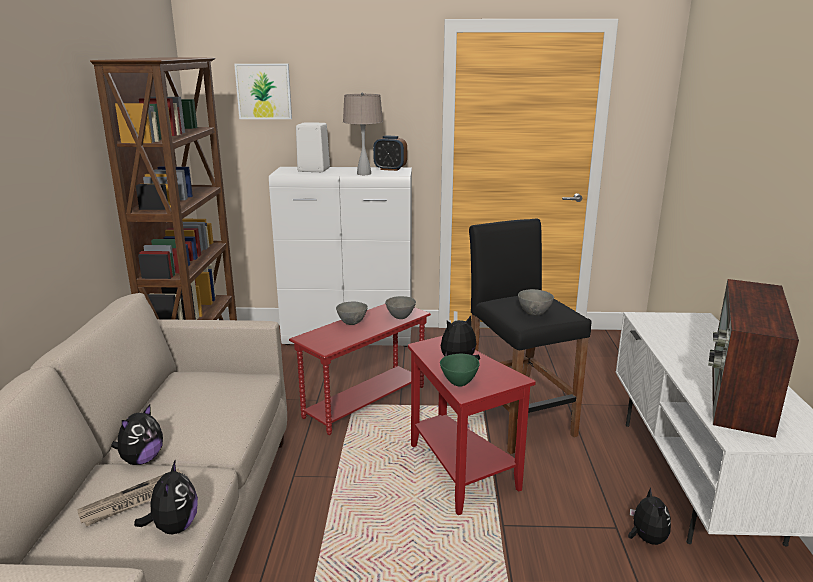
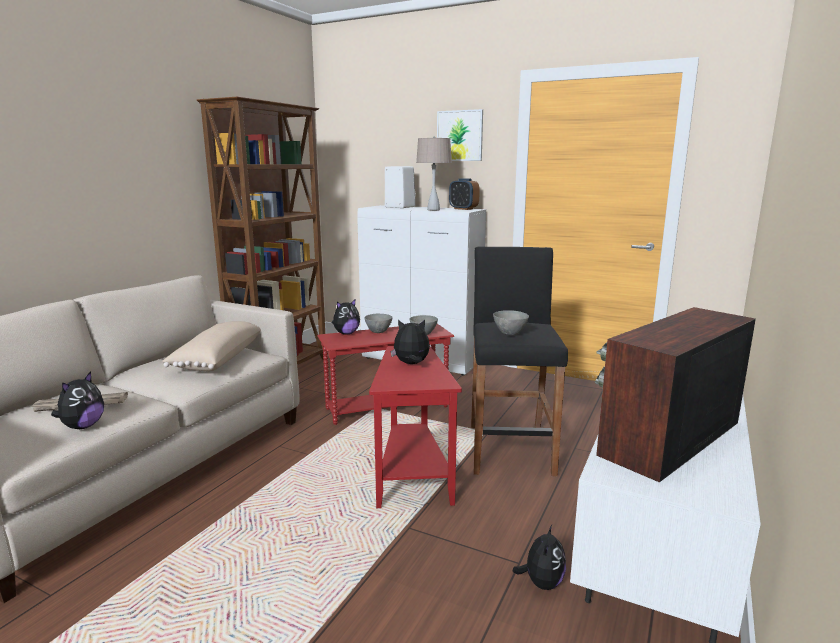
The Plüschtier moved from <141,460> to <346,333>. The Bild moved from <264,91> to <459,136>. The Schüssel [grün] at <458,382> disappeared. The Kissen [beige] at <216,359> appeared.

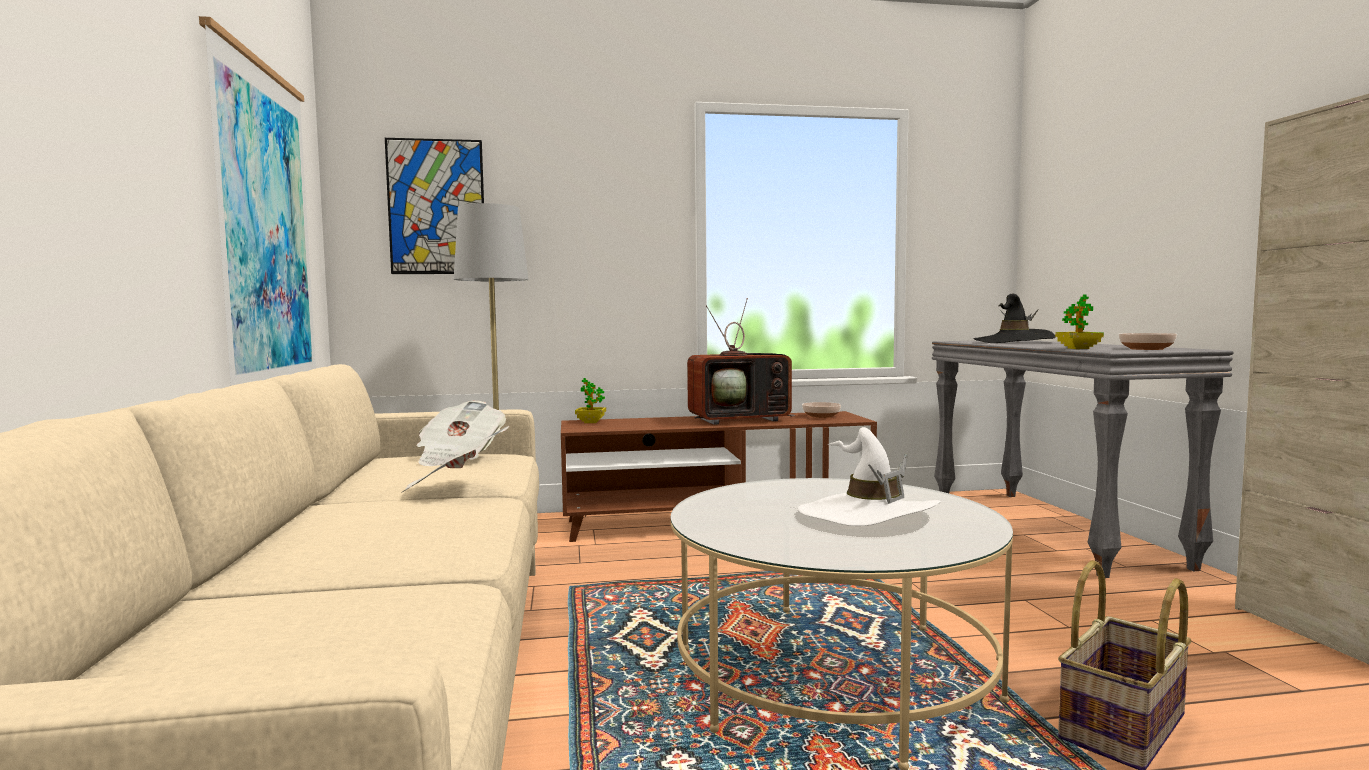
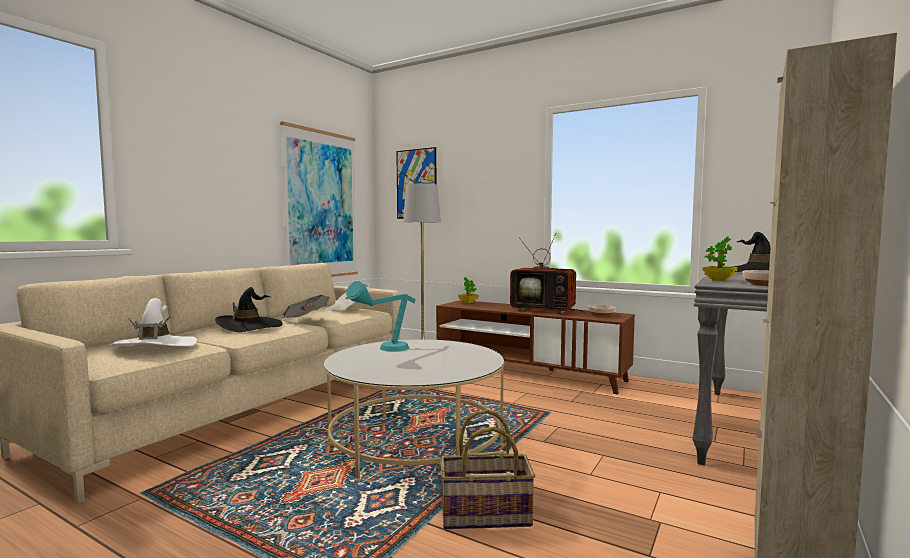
The Hut [weiß] moved from <867,515> to <155,346>. The Hut [schwarz] at <249,326> appeared. The Tischlampe [türkis] at <384,351> appeared.

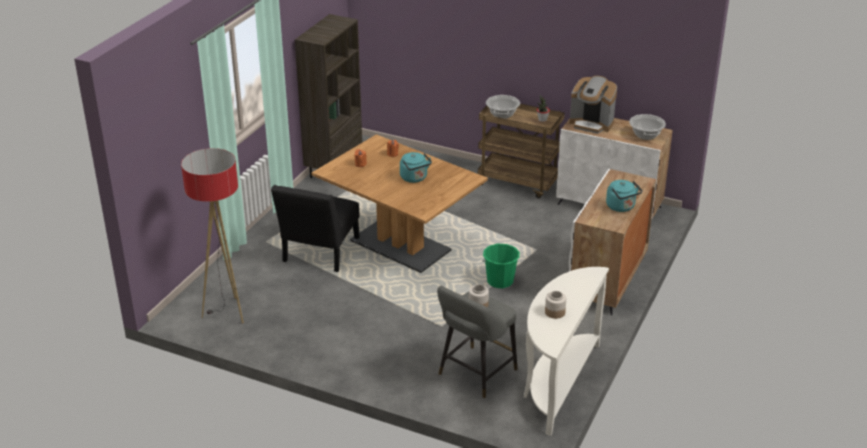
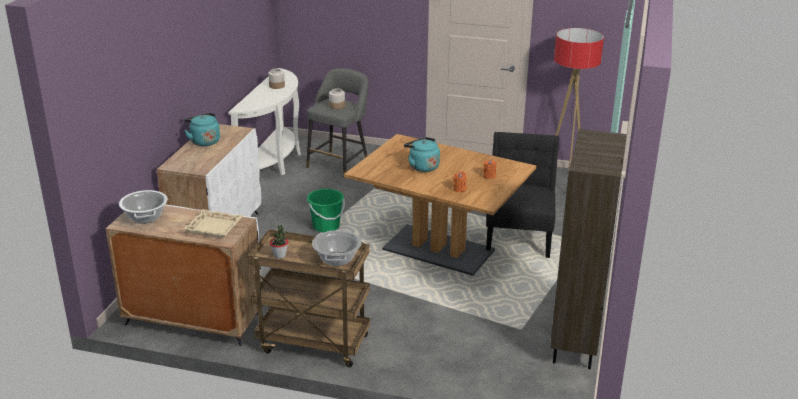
The Kaffeemaschine at <591,124> was replaced by the Tablett [beige] at <213,227>.

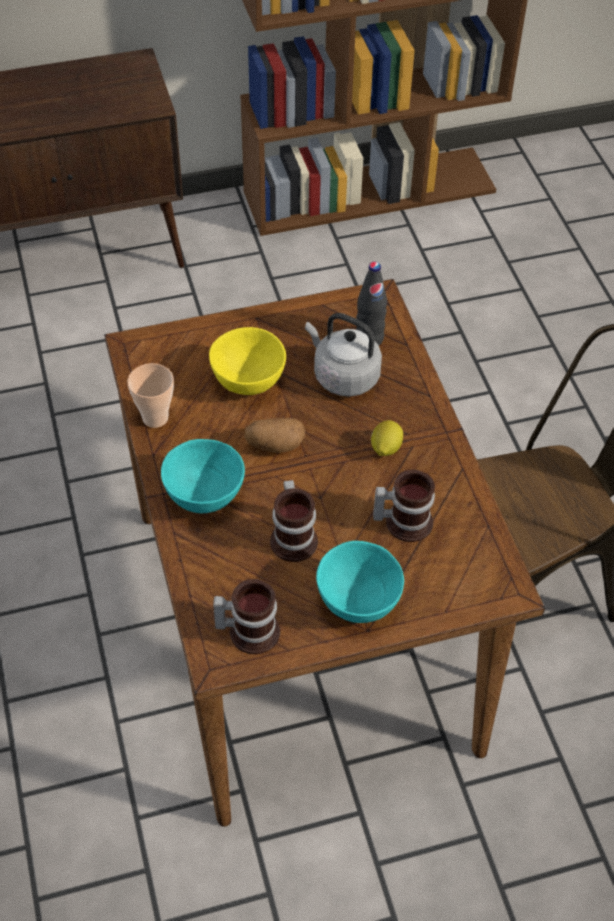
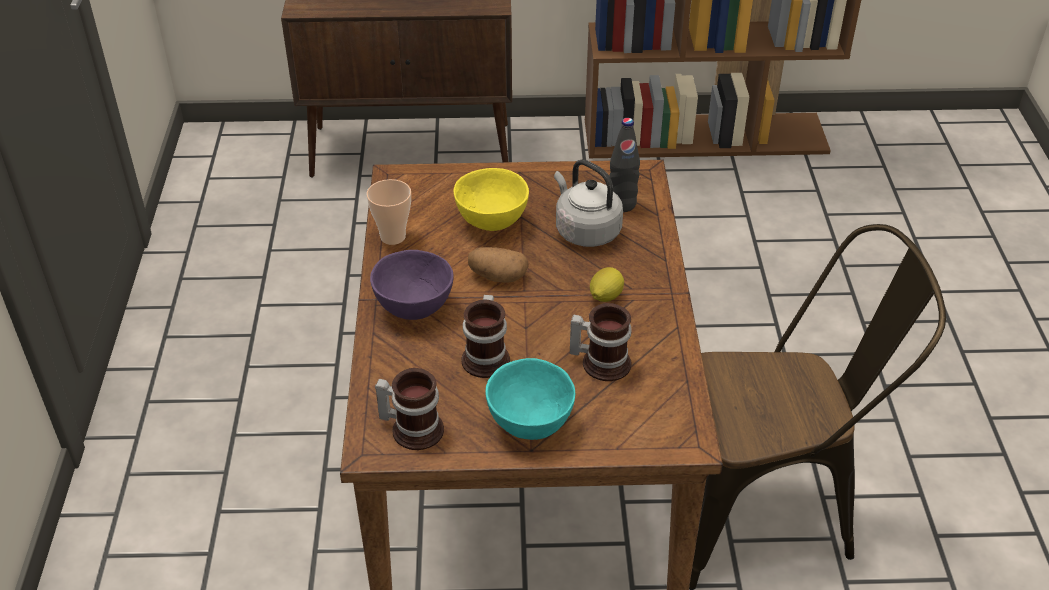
The Schüssel [türkis] at <203,496> became the Schüssel [lila] at <413,307>.

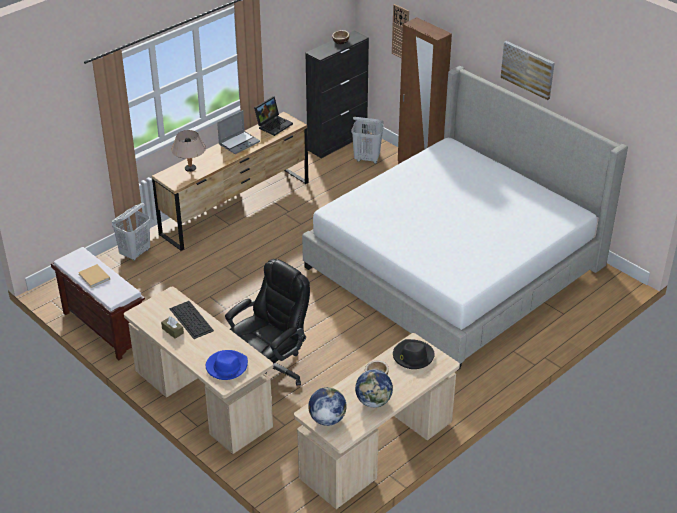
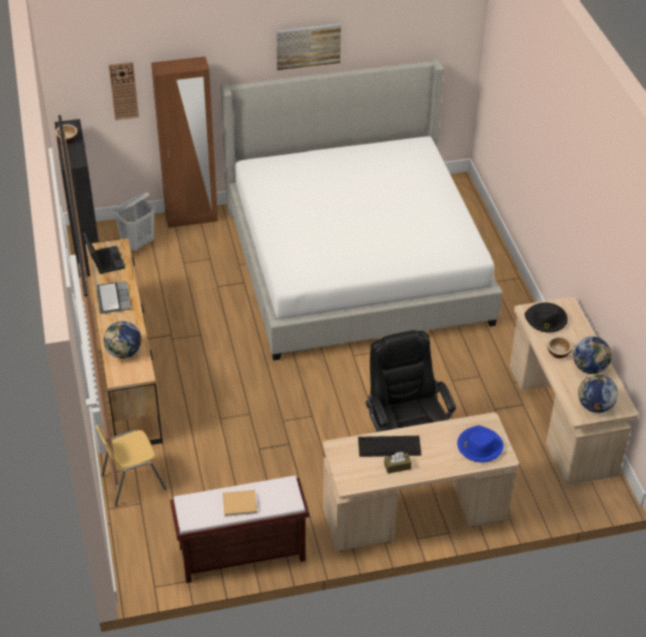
The Wäschekorb [weiß] at <135,253> was replaced by the Stuhl [gelb] at <132,482>. The Tischlampe [beige] at <190,168> was replaced by the Globus at <124,353>.

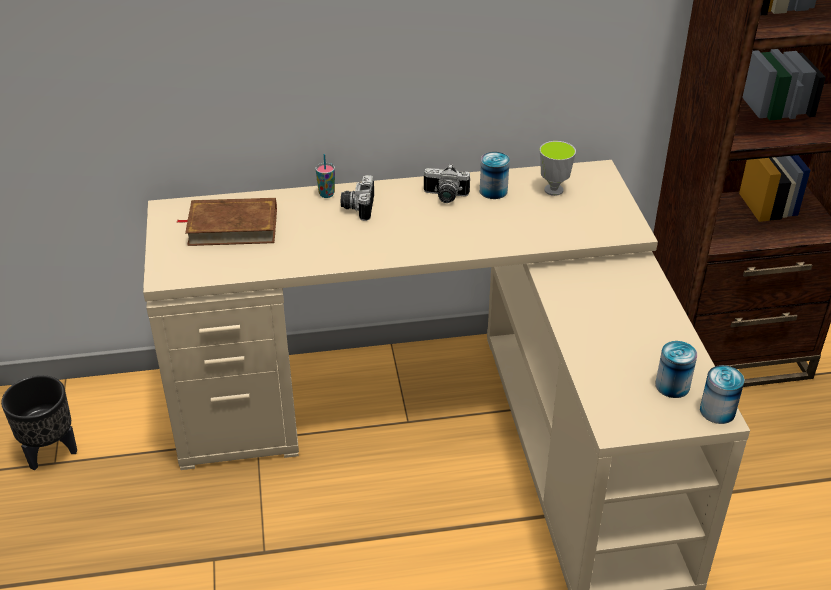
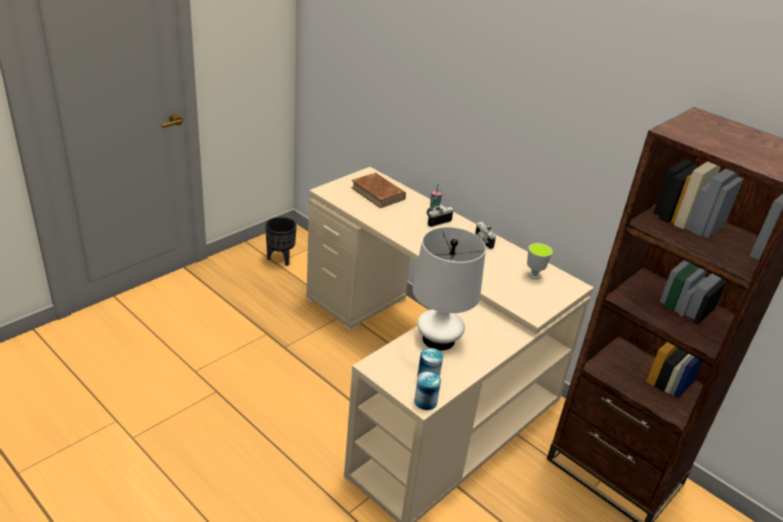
The Dose at <493,191> disappeared. The Tischlampe [weiß] at <438,339> appeared.

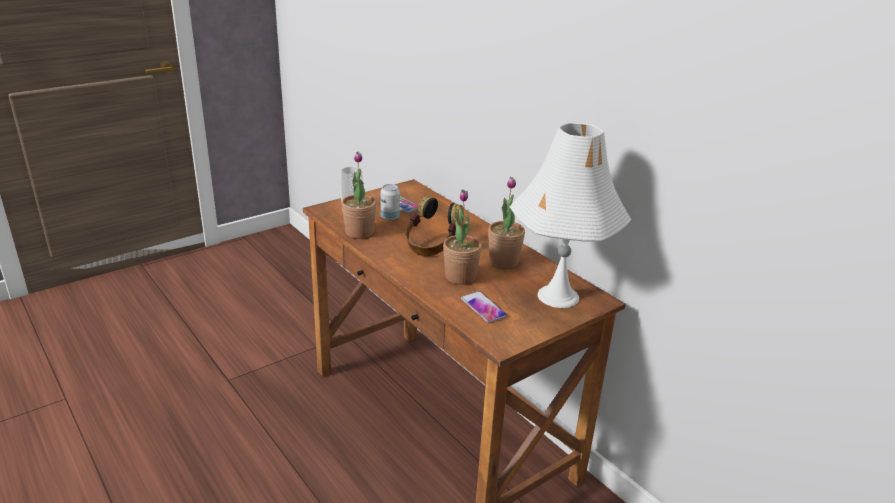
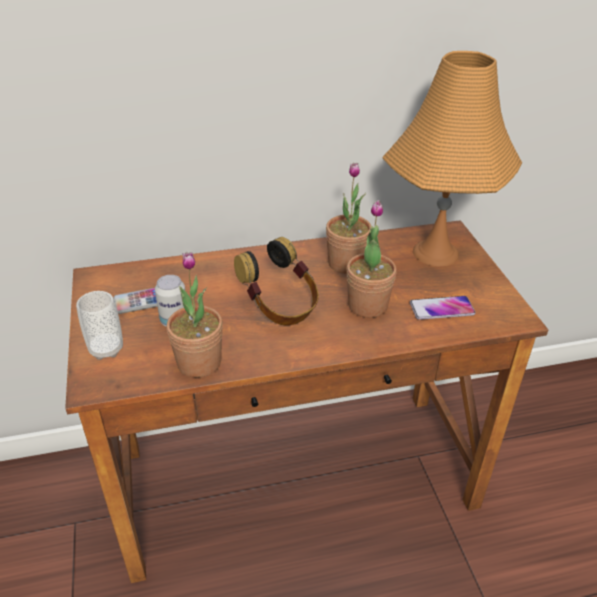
The Tischlampe [weiß] at <557,296> became the Tischlampe [orange] at <435,253>.

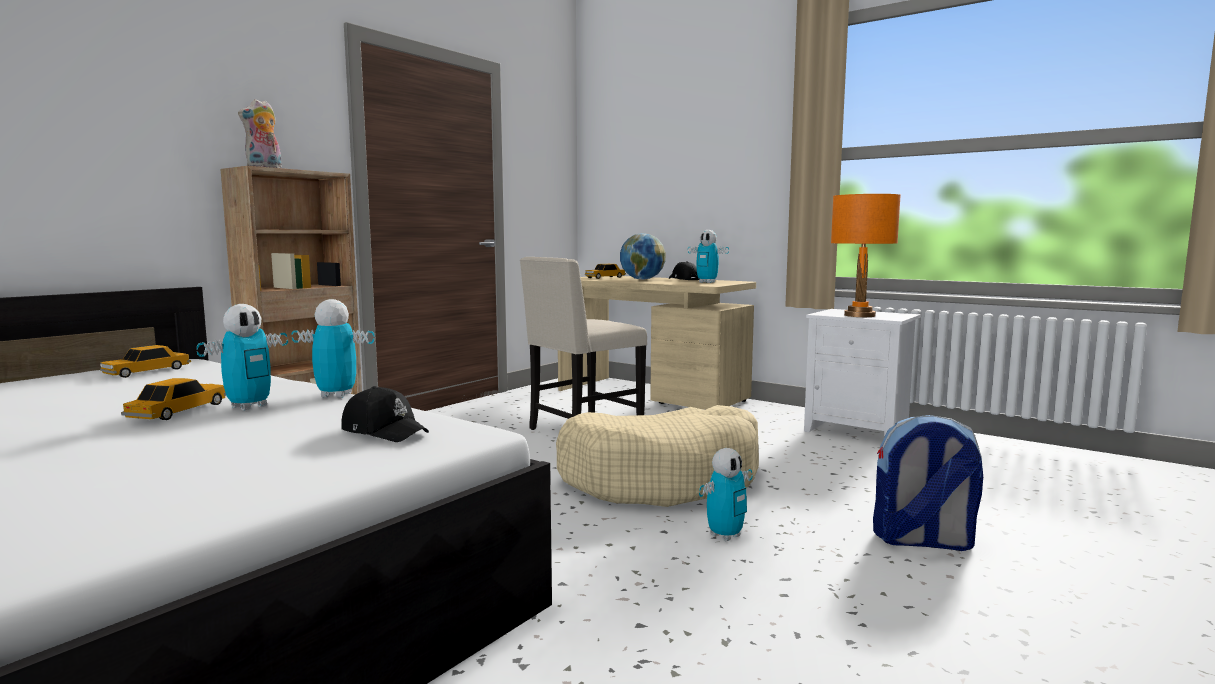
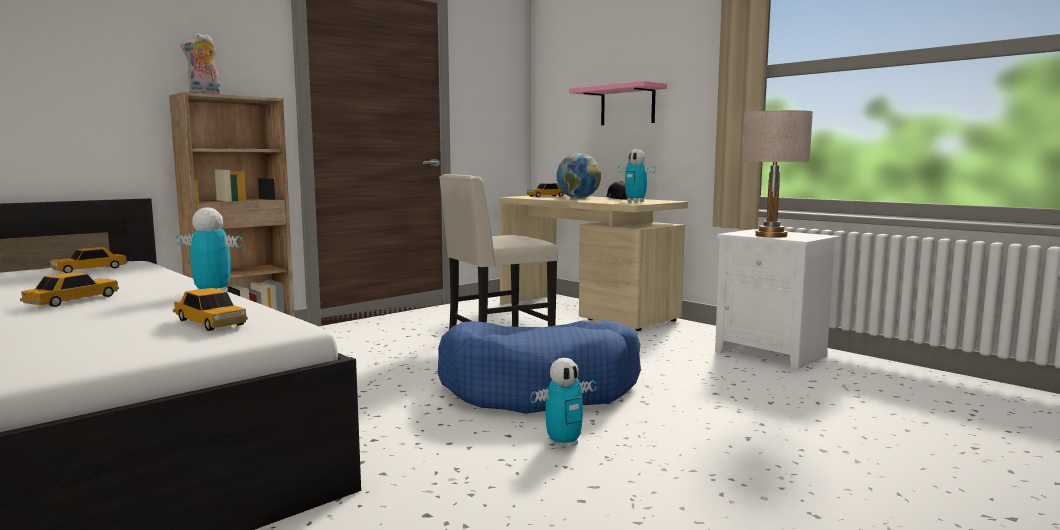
The Spielzeugroboter at <249,407> disappeared. The Kappe [schwarz] at <385,431> was replaced by the Spielzeugauto at <210,322>. The Hundebett [beige] at <662,478> became the Hundebett [blau] at <541,388>. The Tischlampe [orange] at <859,315> became the Tischlampe [beige] at <770,235>. The Rucksack at <922,541> disappeared. The Wandregal [rosa] at <627,105> appeared.

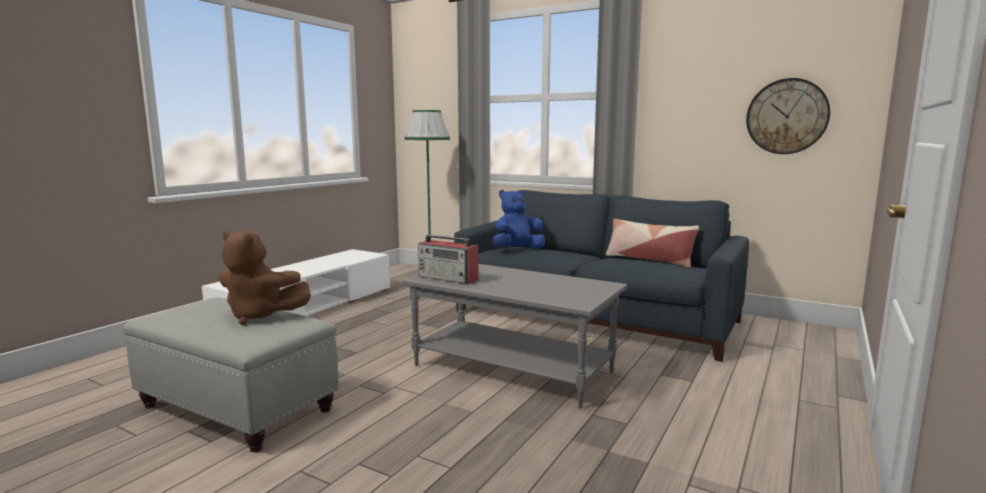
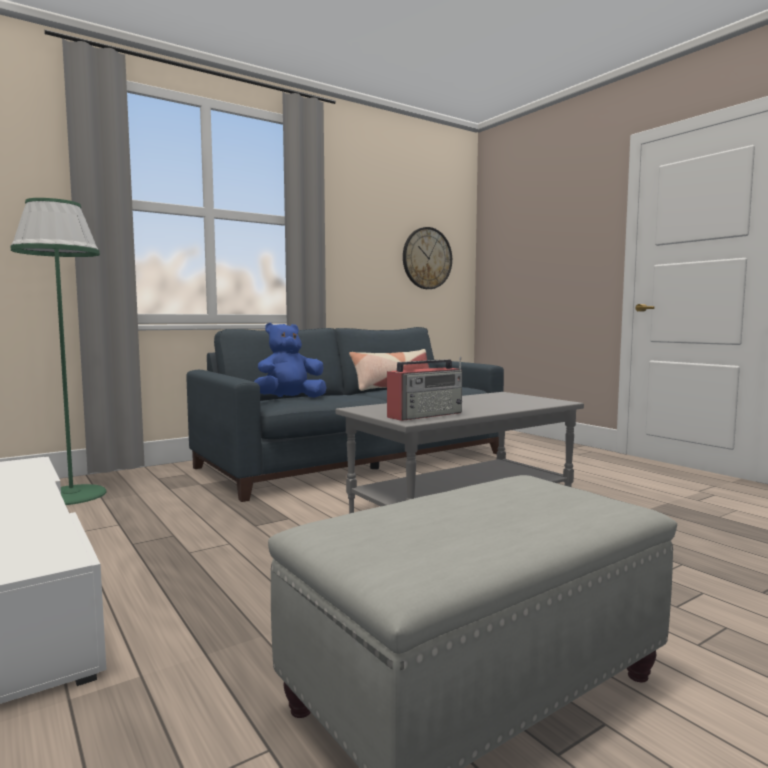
The Plüschtier [braun] at <260,316> disappeared. The Plüschtier [blau] at <517,249> turned 60 degrees clockwise.

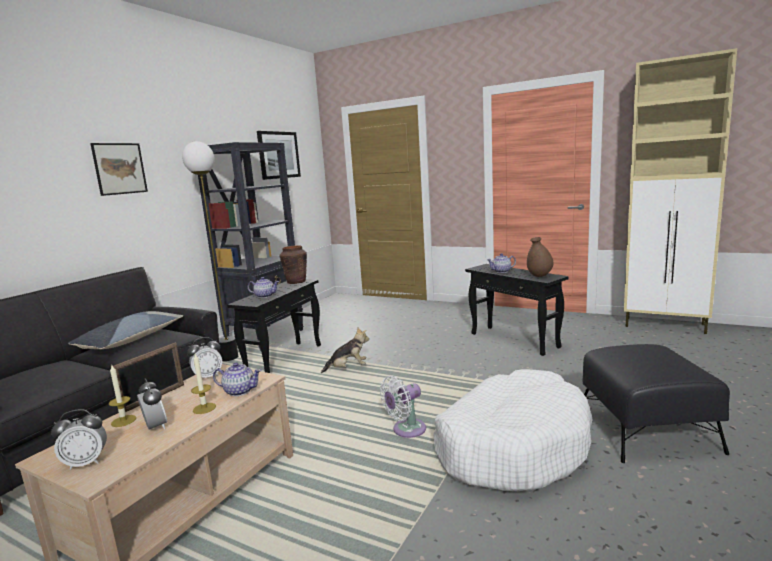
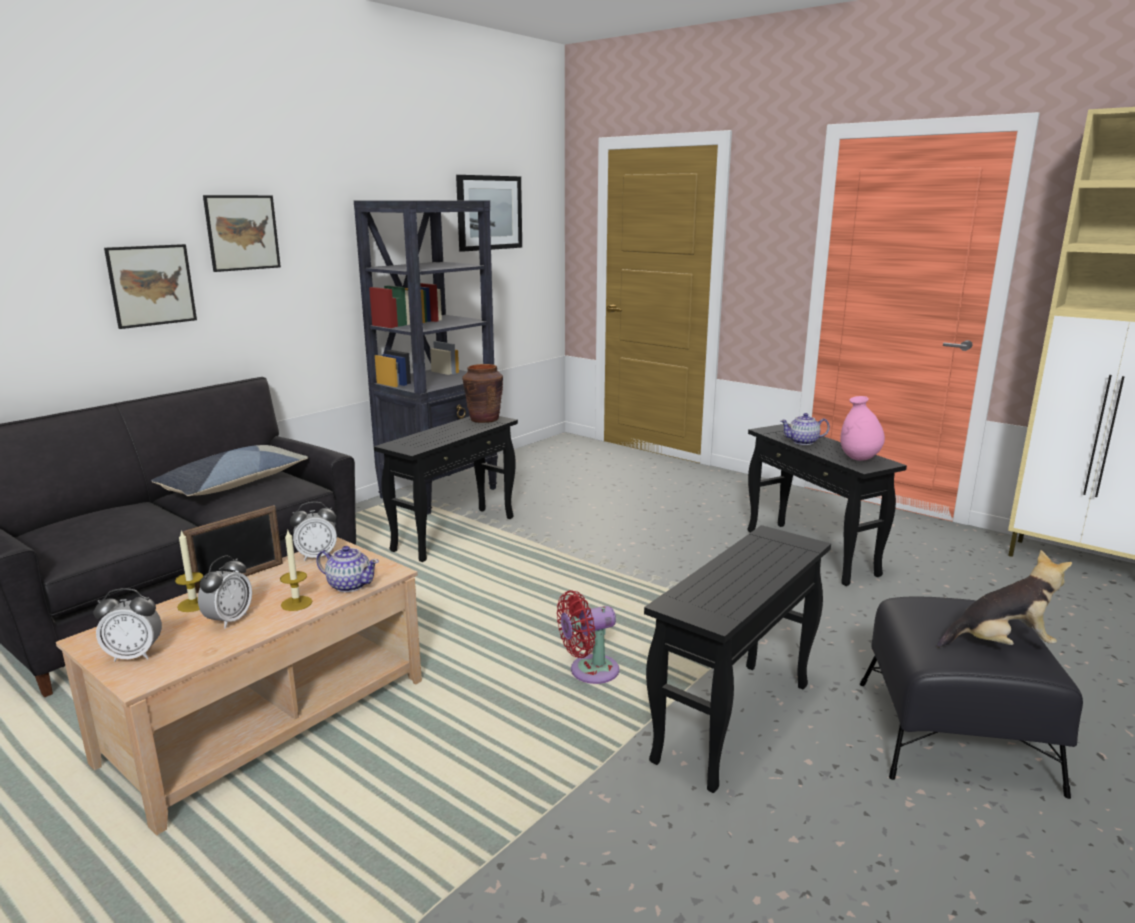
The Wecker at <155,427> turned 45 degrees clockwise. The Stehlampe at <228,357> disappeared. The Teekanne at <264,296> disappeared. The Plüschtier moved from <348,368> to <1000,644>. The Ventilator [weiß] at <406,430> became the Ventilator [rot] at <589,671>. The Hundebett [weiß] at <512,445> was replaced by the Beistelltisch [schwarz] at <734,722>. The Vase [braun] at <539,276> became the Vase [rosa] at <859,459>. The Bild at <151,285> appeared.

